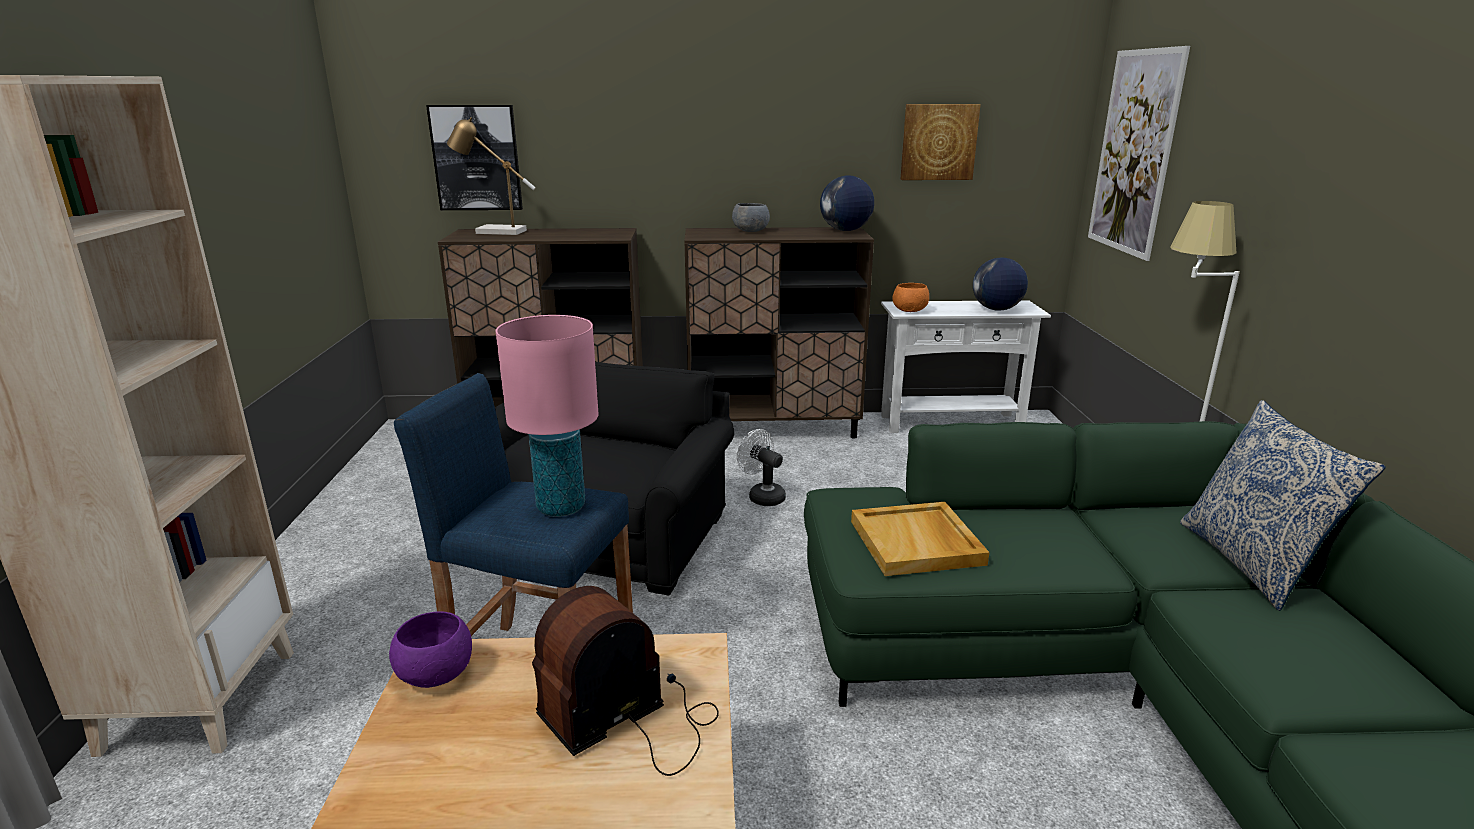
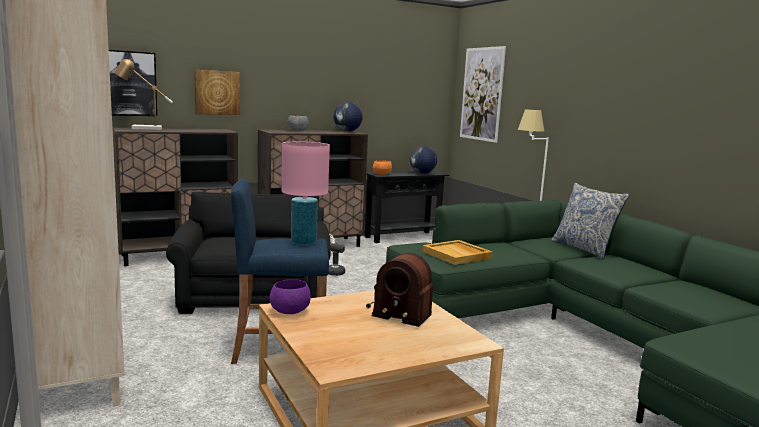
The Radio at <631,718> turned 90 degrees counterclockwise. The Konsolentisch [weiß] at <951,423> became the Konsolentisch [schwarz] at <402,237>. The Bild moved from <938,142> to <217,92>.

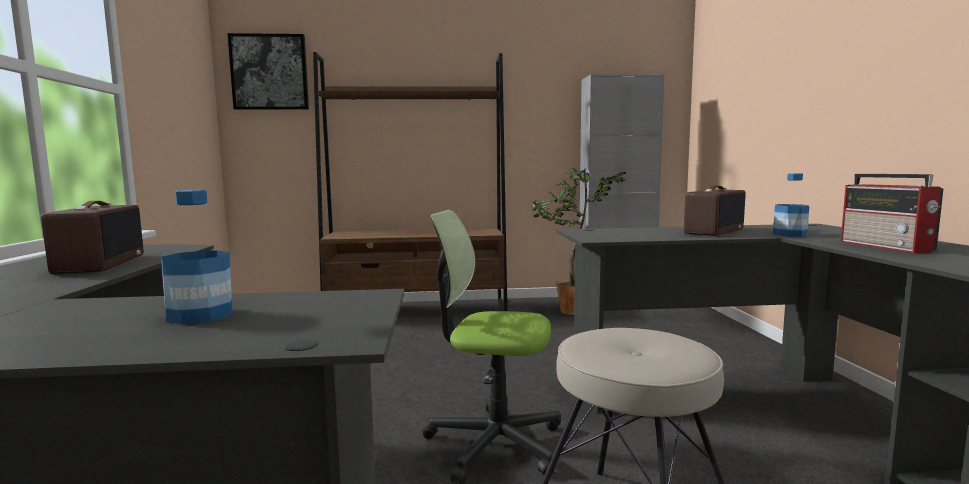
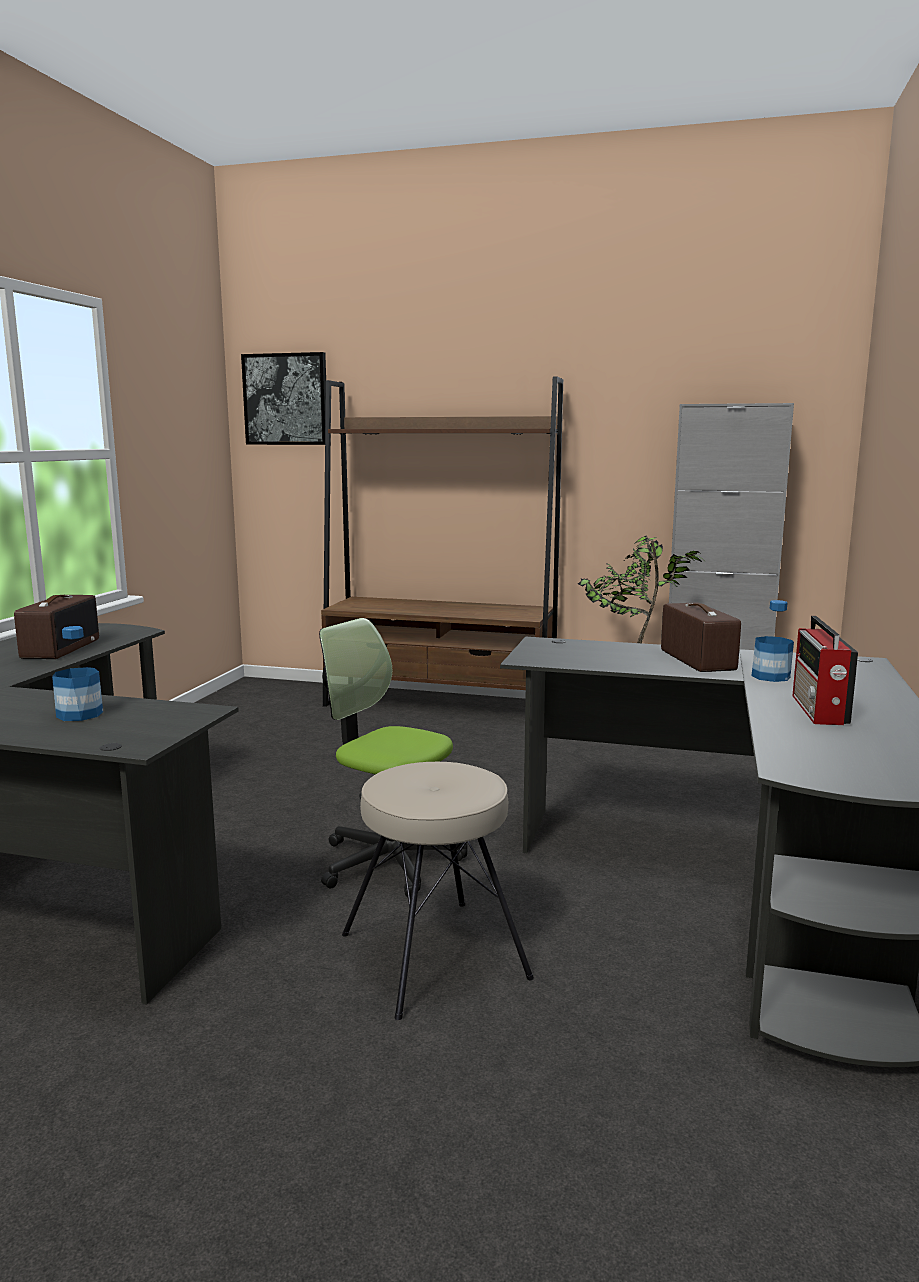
The Radio at <713,231> turned 75 degrees counterclockwise.

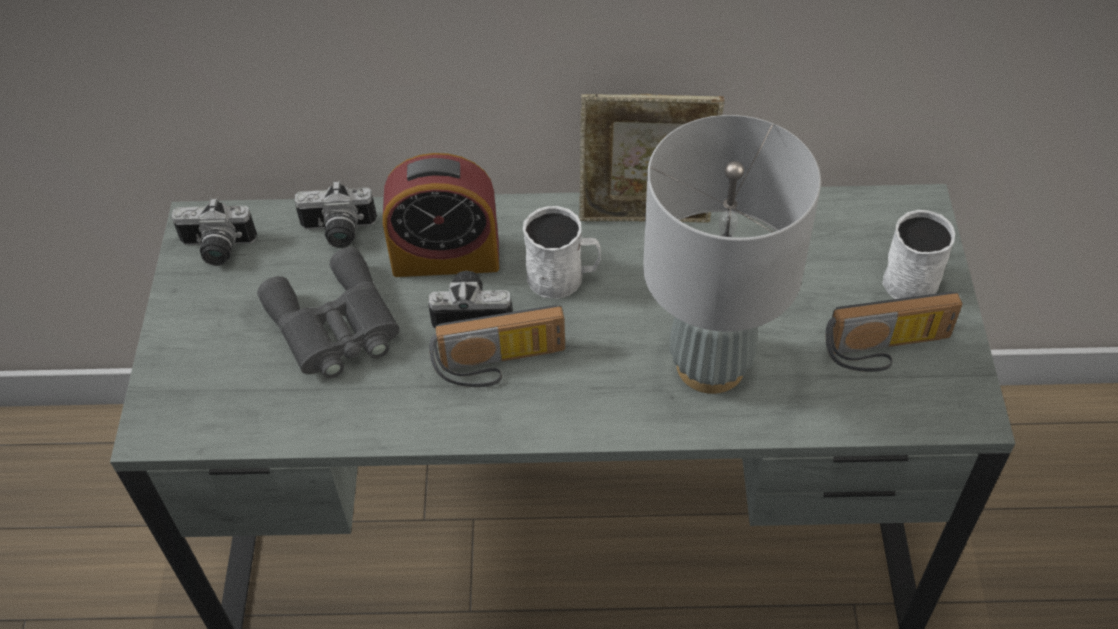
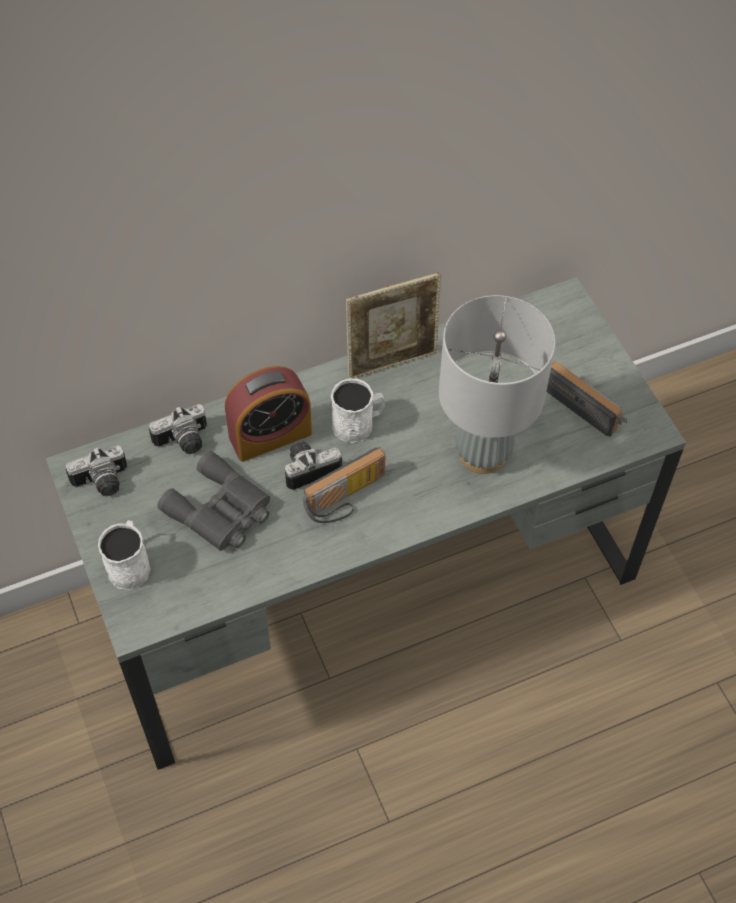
The Radio at <887,350> turned 105 degrees counterclockwise. The Henkelbecher [weiß] moved from <913,275> to <130,564>.

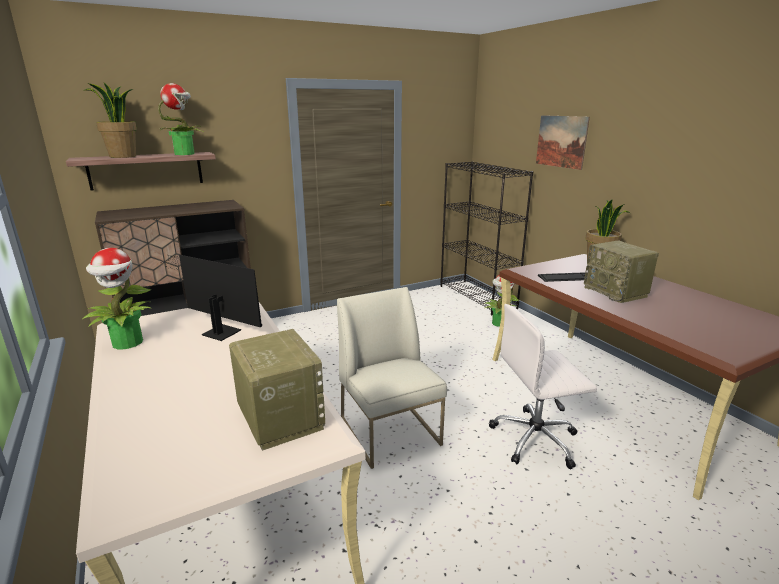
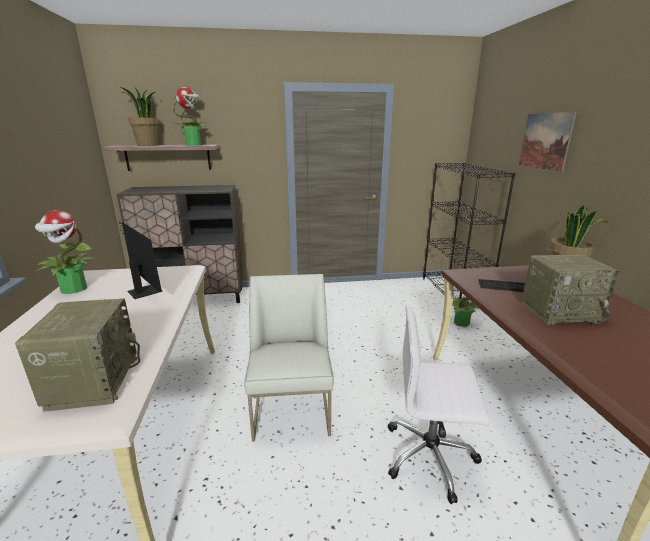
The Radio at <616,292> turned 90 degrees counterclockwise.

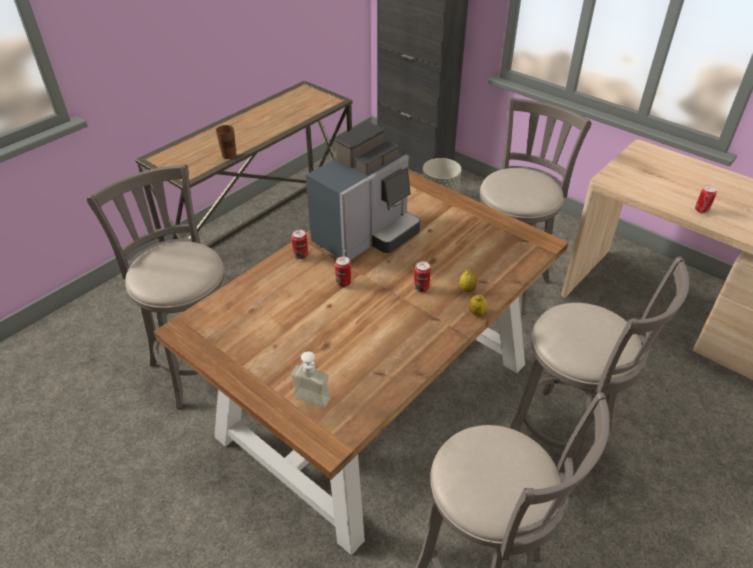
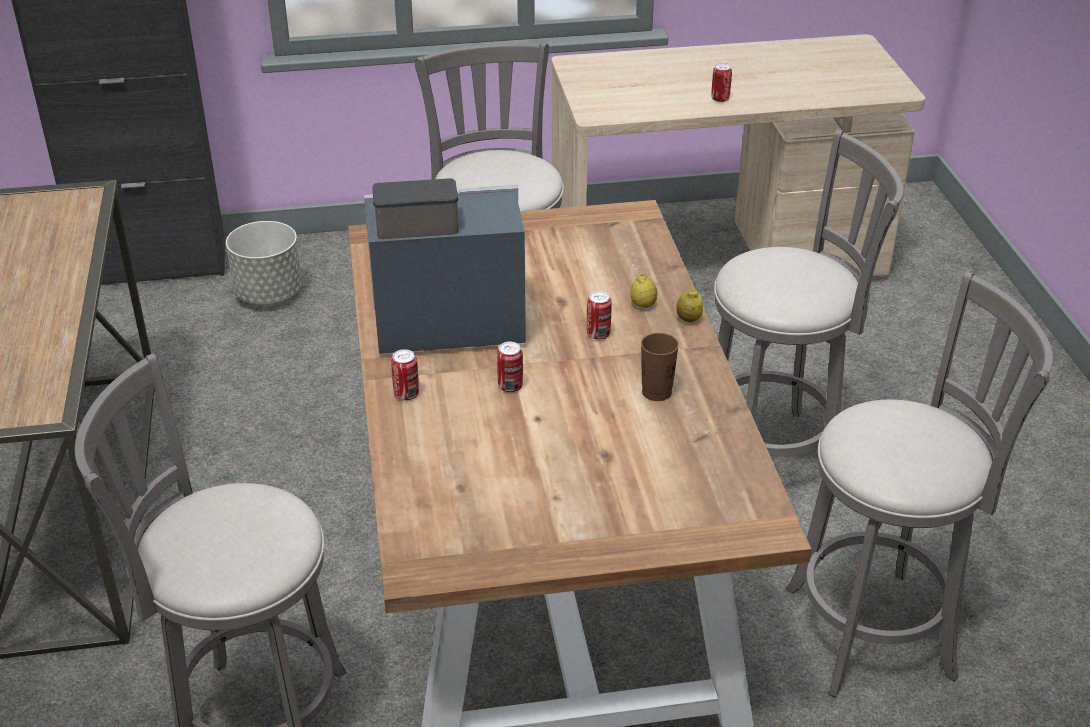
The Tasse [braun] moved from <229,155> to <656,392>. The Seifenspender at <308,403> disappeared. The Kaffeemaschine at <366,235> turned 90 degrees counterclockwise.

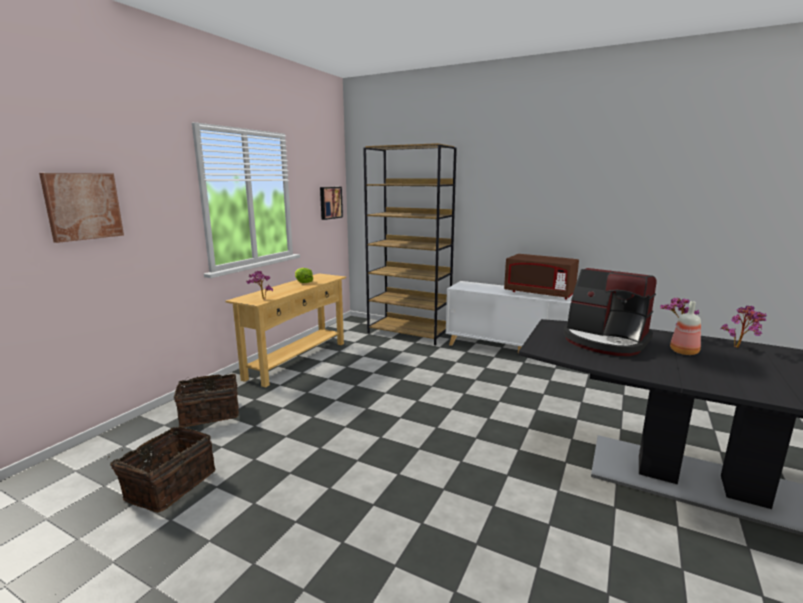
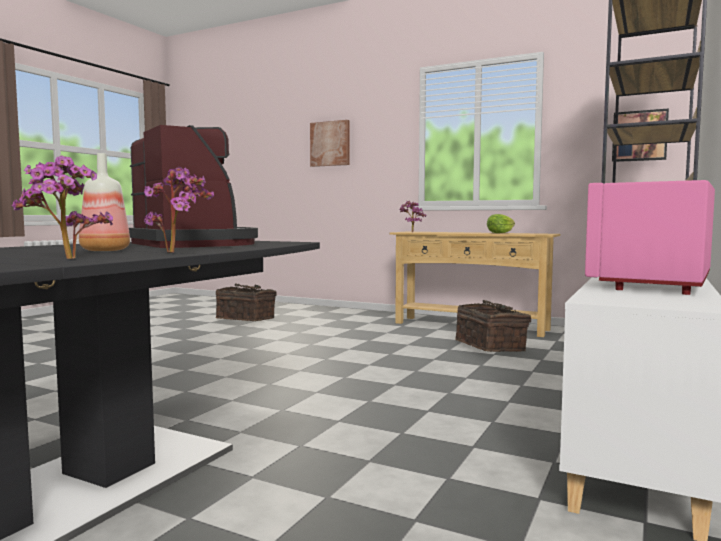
The Korb moved from <210,414> to <491,346>. The Mikrowelle [braun] at <539,293> became the Mikrowelle [rosa] at <651,283>. The Kaffeemaschine at <605,341> turned 105 degrees clockwise.

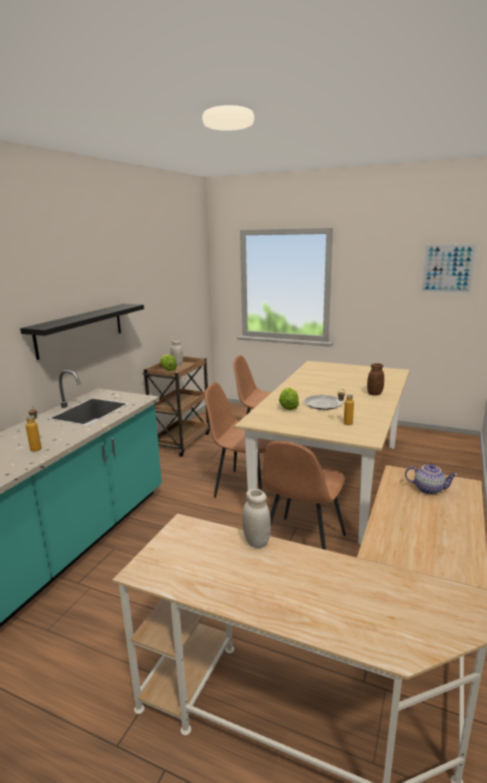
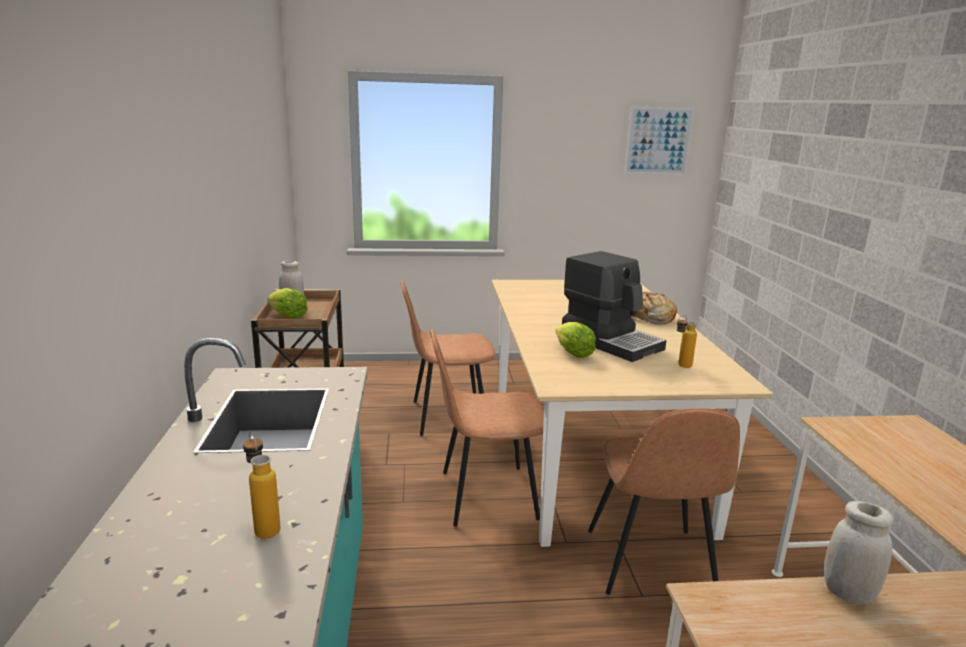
The Wandregal [schwarz] at <80,329> disappeared. The Teller at <323,404> was replaced by the Kaffeemaschine at <611,341>. The Vorratsglas [braun] at <374,394> was replaced by the Brot at <650,317>. The Teekanne at <429,489> disappeared.

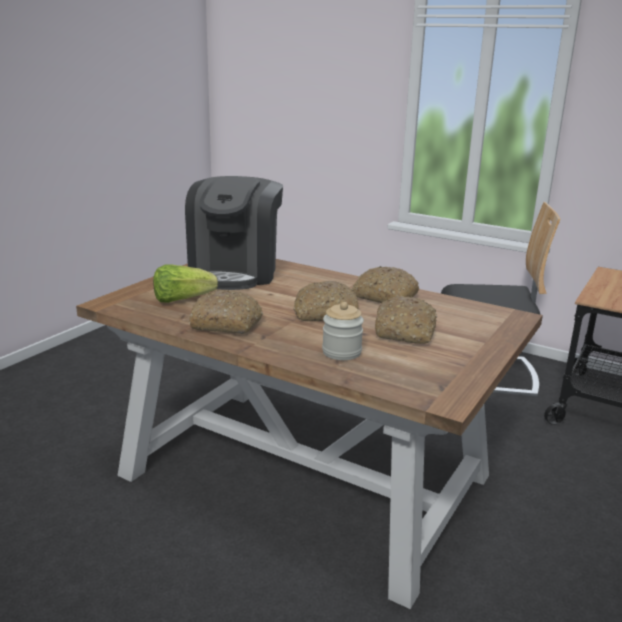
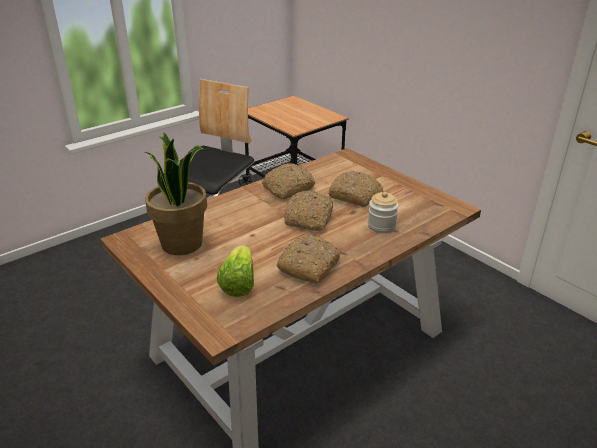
The Kaffeemaschine at <236,272> was replaced by the Topfpflanze at <183,244>.

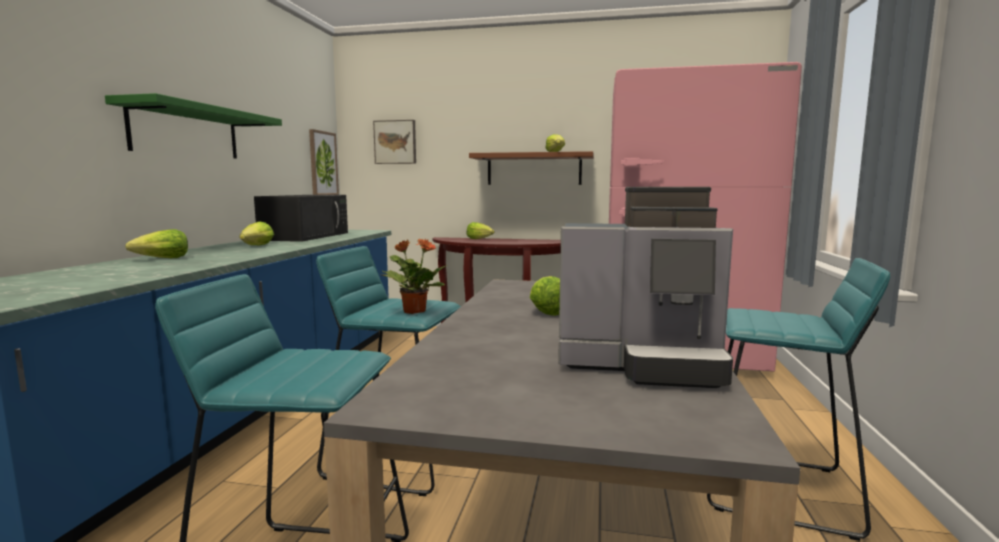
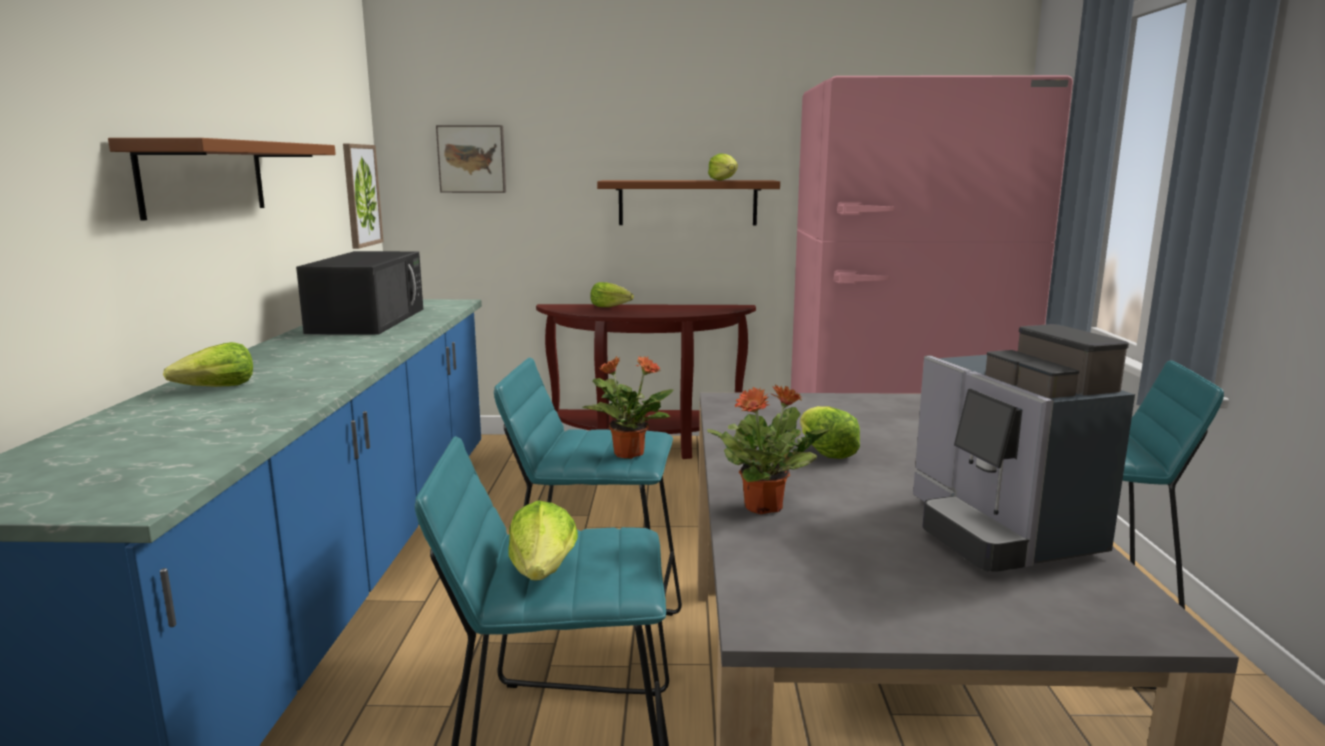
The Wandregal [grün] at <186,132> became the Wandregal [braun] at <204,178>. The Salatkopf moved from <257,246> to <543,571>. The Kaffeemaschine at <642,363> turned 75 degrees clockwise. The Topfpflanze at <765,507> appeared.

